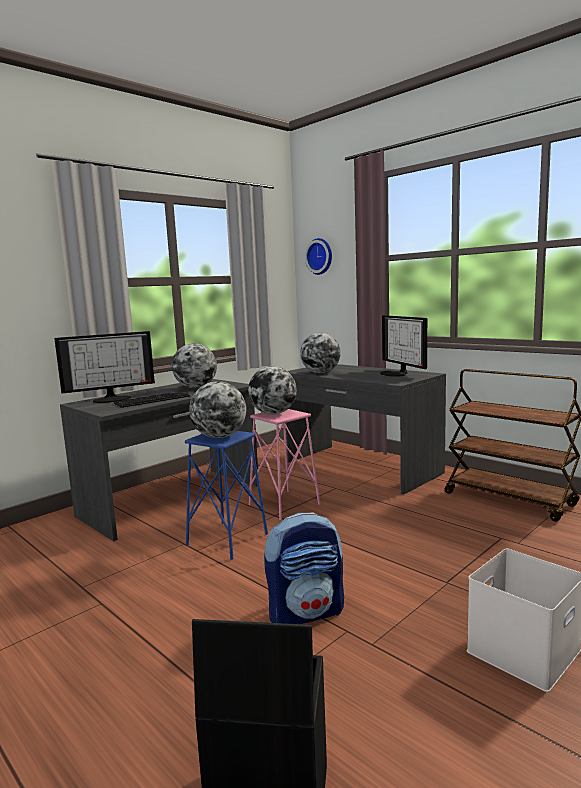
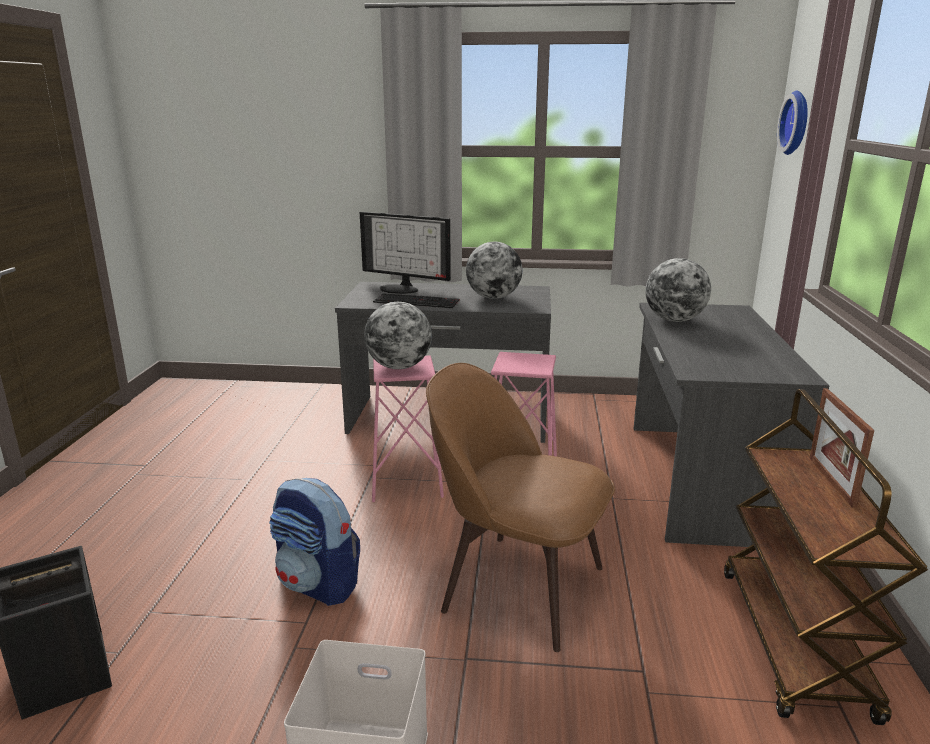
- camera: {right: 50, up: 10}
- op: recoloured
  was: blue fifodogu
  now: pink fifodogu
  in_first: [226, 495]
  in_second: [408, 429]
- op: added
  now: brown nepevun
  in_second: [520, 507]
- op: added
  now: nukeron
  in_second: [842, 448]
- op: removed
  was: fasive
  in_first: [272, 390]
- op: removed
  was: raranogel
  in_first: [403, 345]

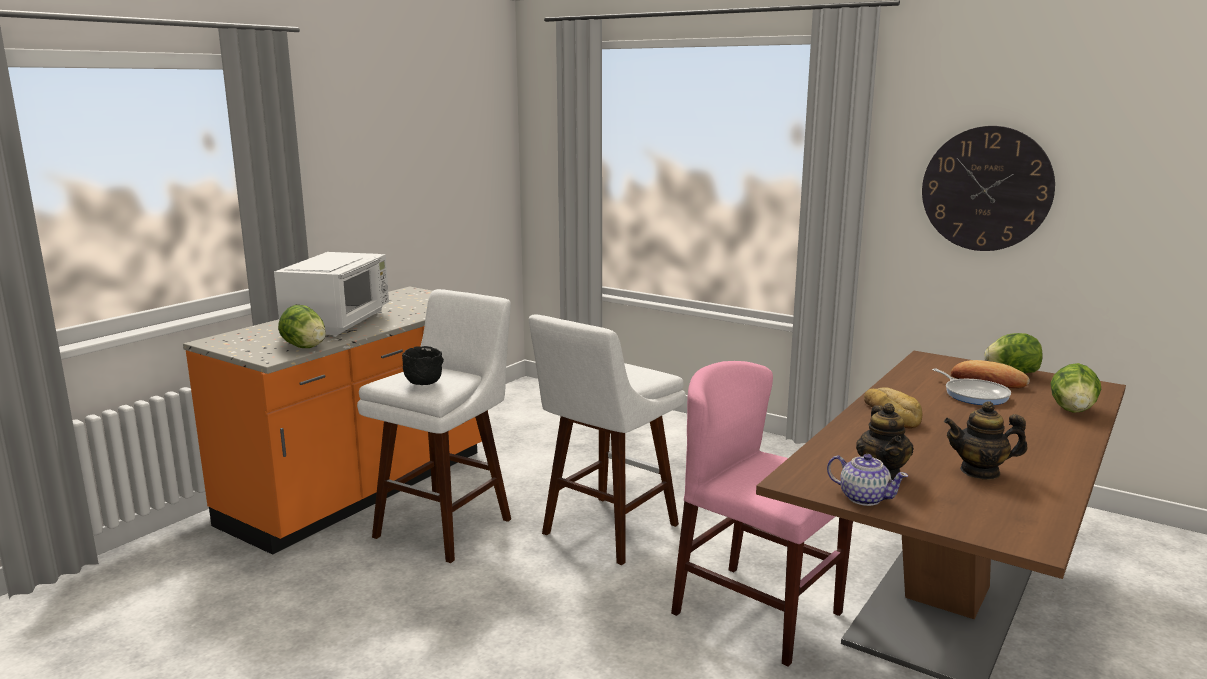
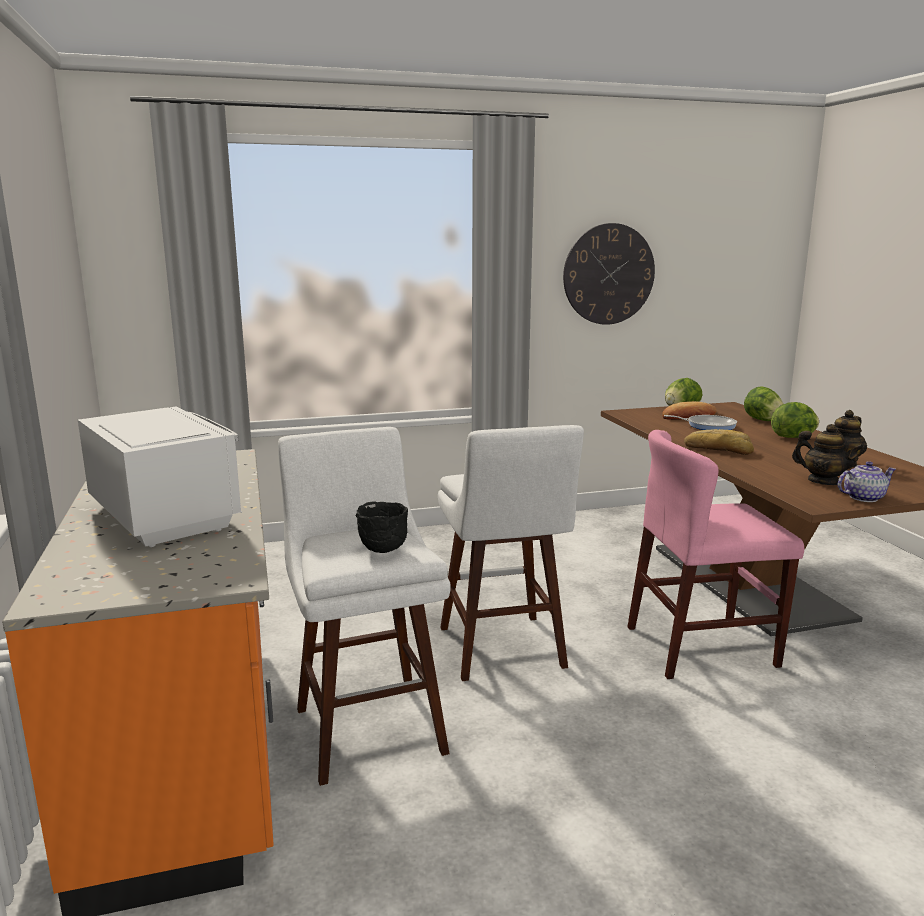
- camera: {right: -50, up: 0}
- op: moved
  was: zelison
  in_first: [302, 326]
  in_second: [795, 420]

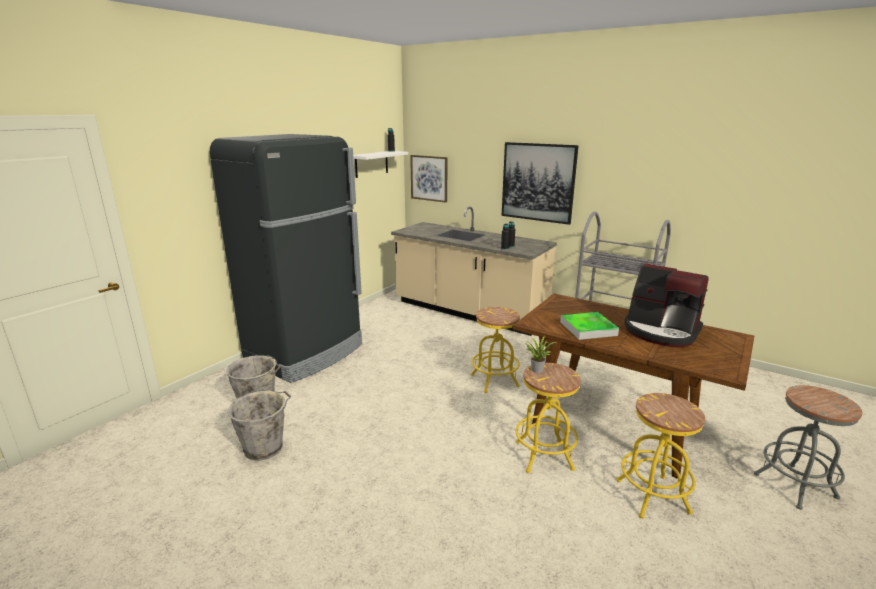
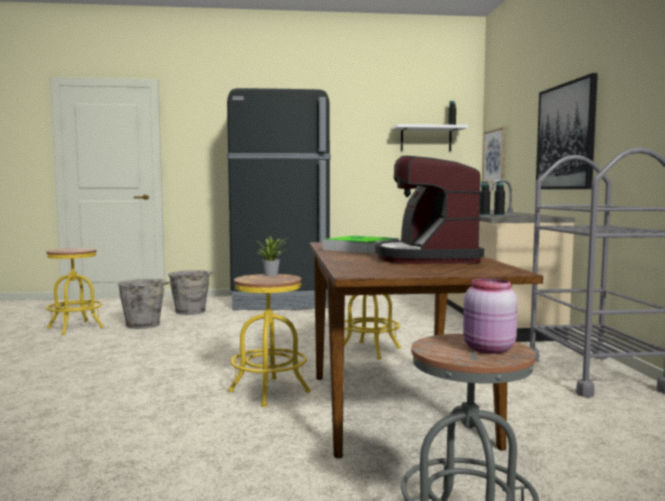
- camera: {right: 50, up: -15}
- op: moved
  was: yellow fifodogu
  in_first: [660, 456]
  in_second: [75, 291]
- op: added
  now: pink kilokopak
  in_second: [490, 316]

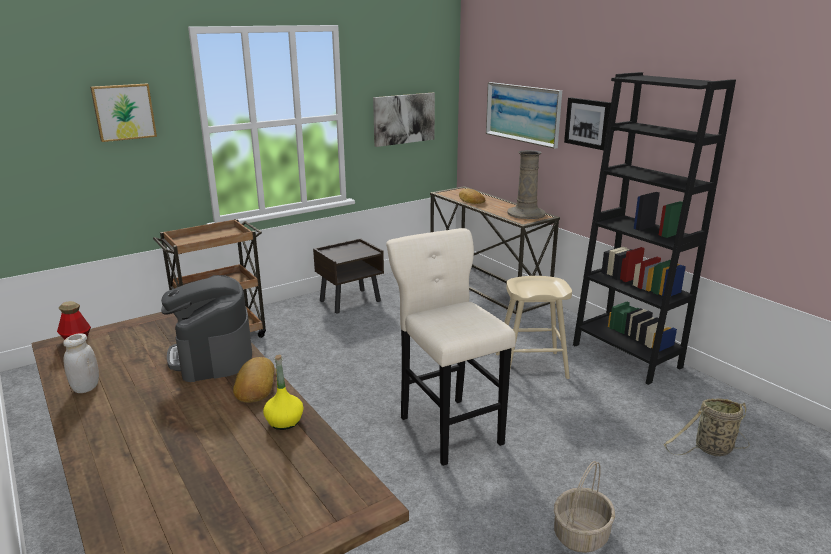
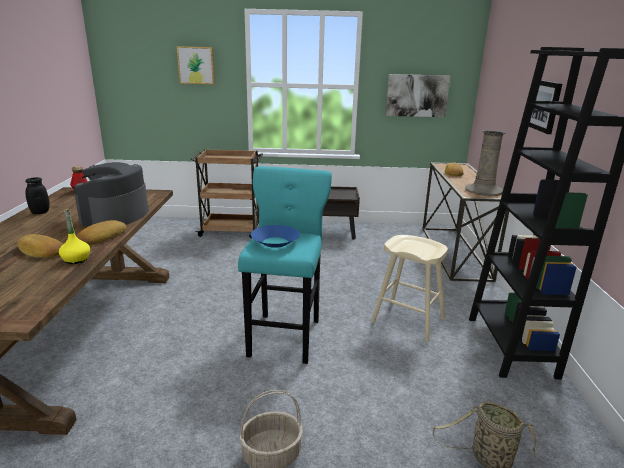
- camera: {right: 35, up: 0}
- op: added
  now: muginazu
  in_second: [40, 246]
- op: recoloured
  was: white kilokopak
  now: black kilokopak
  in_first: [81, 363]
  in_second: [37, 195]
- op: recoloured
  was: beige fifodogu
  now: turquoise fifodogu
  in_first: [451, 347]
  in_second: [285, 265]
- op: added
  now: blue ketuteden
  in_second: [275, 236]
- op: removed
  was: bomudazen
  in_first: [524, 115]

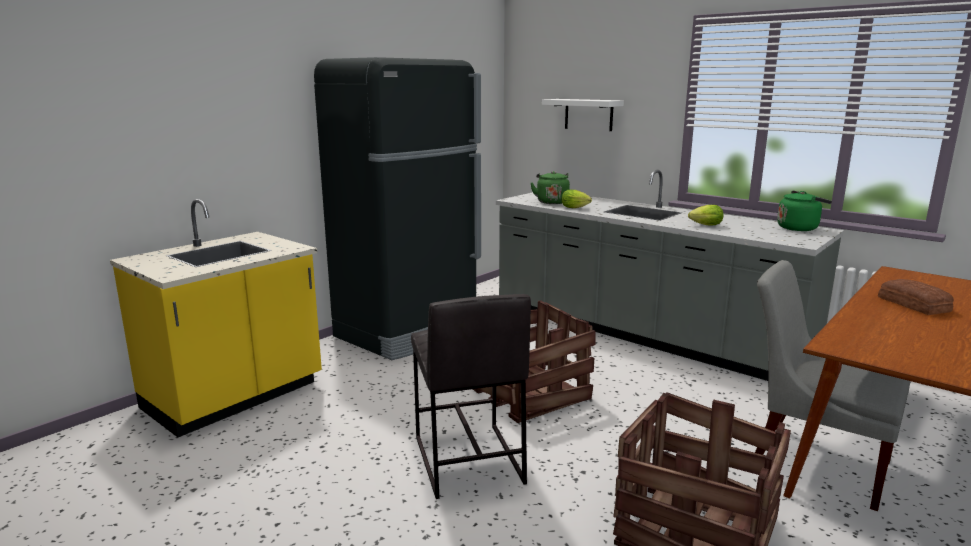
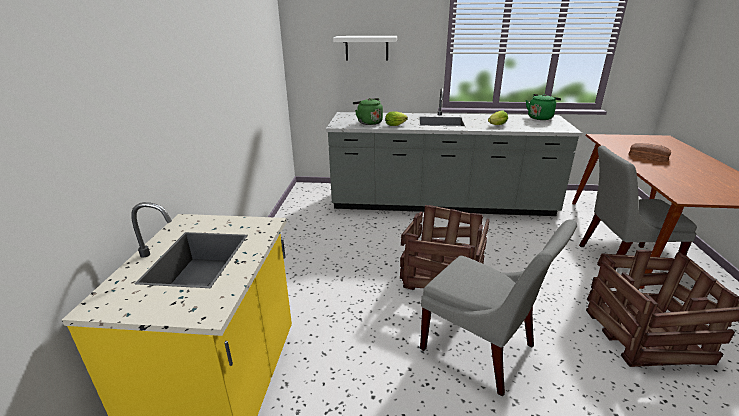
- camera: {right: -35, up: 10}
- op: replaced
  was: grey fifodogu
  now: grey nepevun
  in_first: [471, 396]
  in_second: [498, 307]
- op: removed
  was: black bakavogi
  in_first: [397, 208]

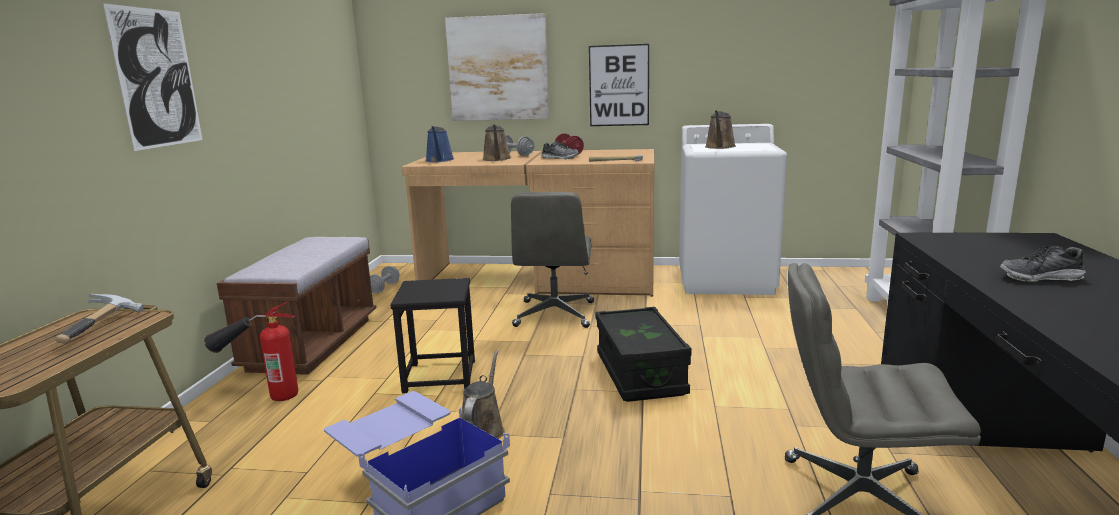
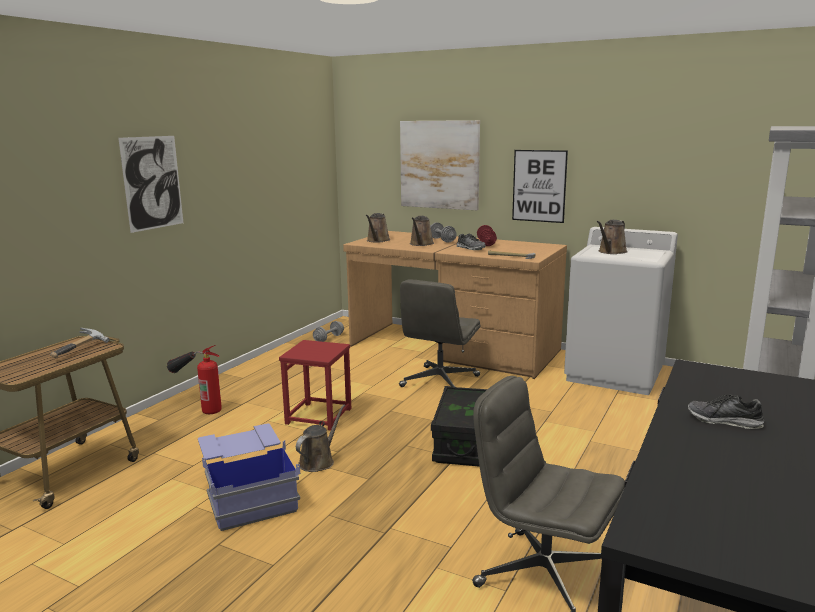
- camera: {right: 20, up: 0}
- op: recoloured
  was: black fifodogu
  now: red fifodogu
  in_first: [432, 336]
  in_second: [315, 385]
- op: recoloured
  was: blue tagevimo
  now: brown tagevimo
  in_first: [439, 144]
  in_second: [378, 228]
- op: removed
  was: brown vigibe
  in_first: [296, 306]

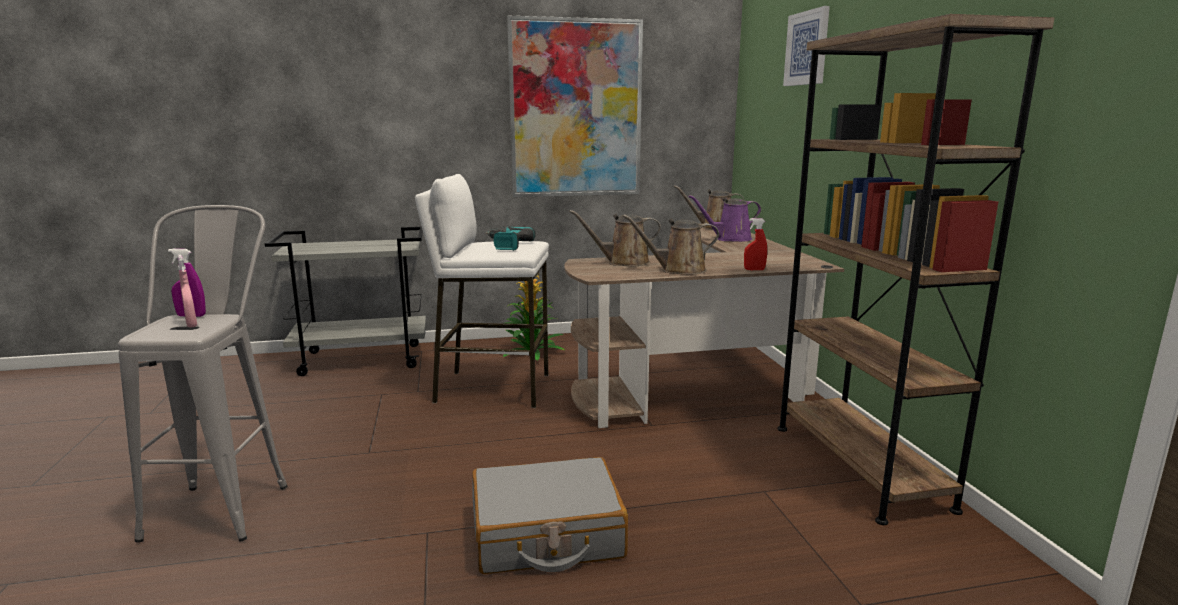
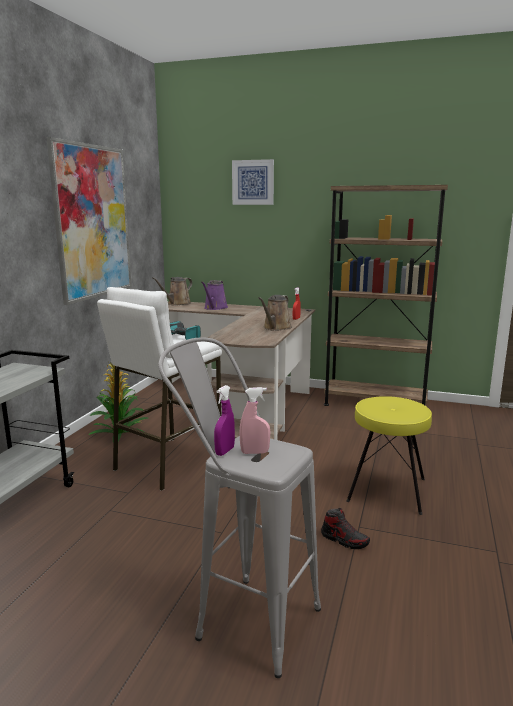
- camera: {right: -60, up: 0}
- op: added
  now: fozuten
  in_second: [345, 528]
- op: replaced
  was: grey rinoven
  now: yellow fifodogu
  in_first: [550, 515]
  in_second: [389, 455]
- op: removed
  was: brown tagevimo
  in_first: [615, 238]

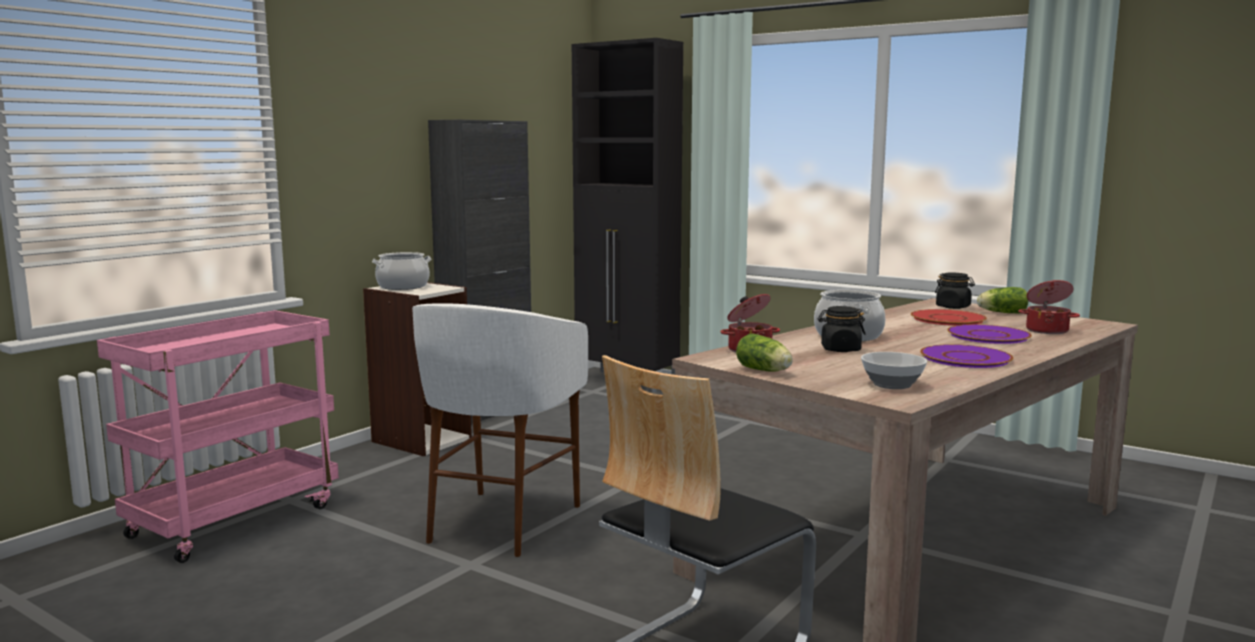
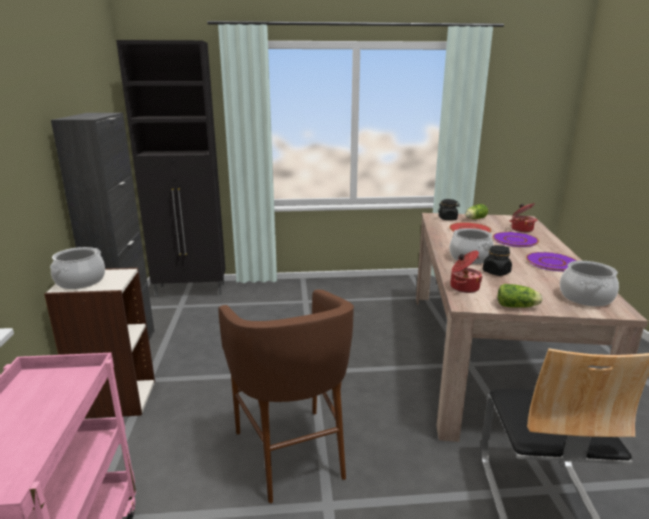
- camera: {right: -40, up: 10}
- op: recoloured
  was: white fifodogu
  now: brown fifodogu
  in_first: [500, 430]
  in_second: [286, 396]
- op: replaced
  was: ketuteden
  now: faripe
  in_first: [894, 370]
  in_second: [589, 283]

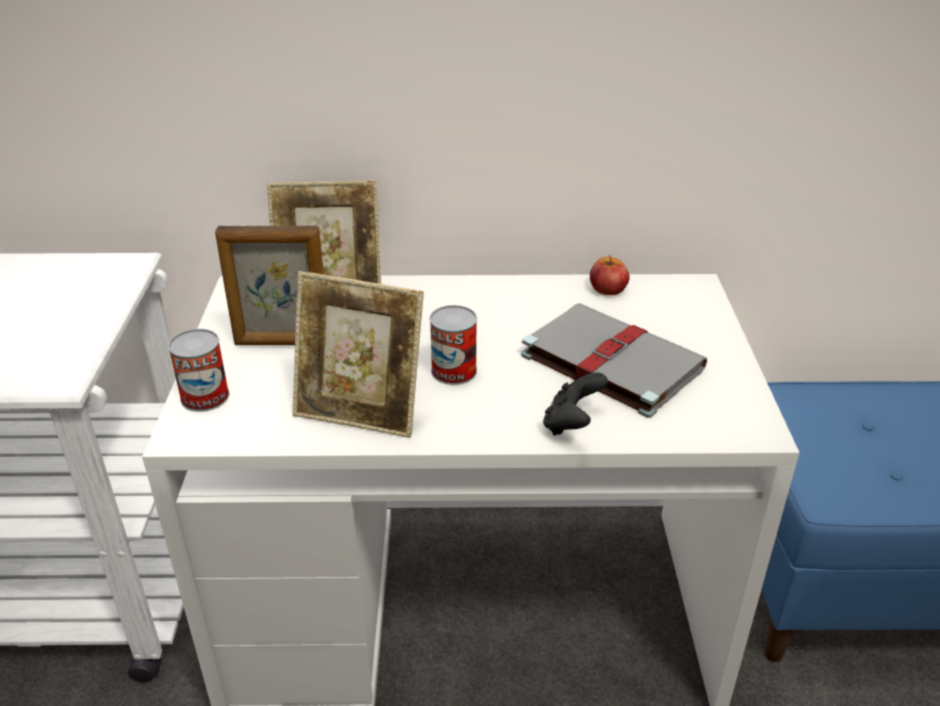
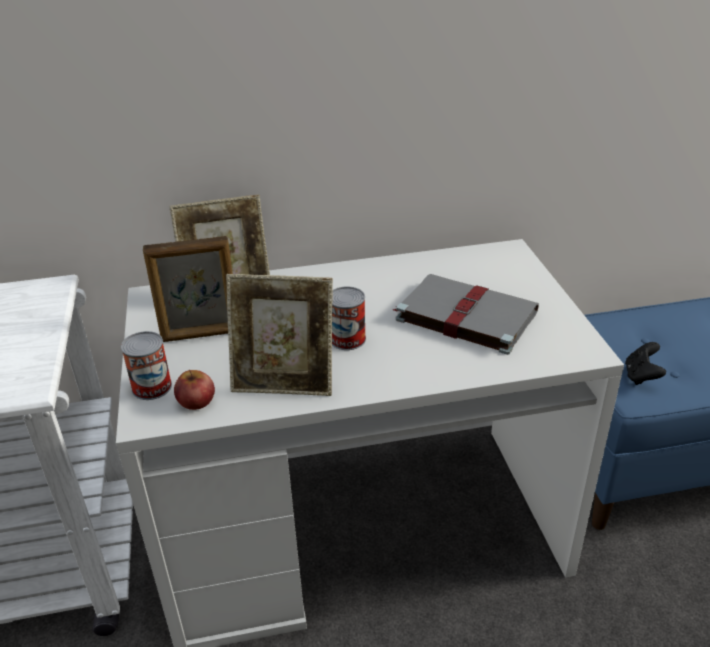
- camera: {right: -10, up: 0}
- op: moved
  was: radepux
  in_first: [610, 274]
  in_second: [194, 389]
- op: moved
  was: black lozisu
  in_first: [575, 403]
  in_second: [645, 363]

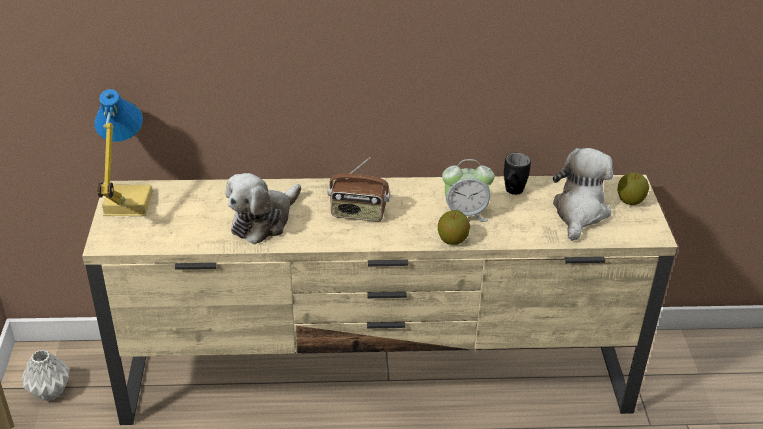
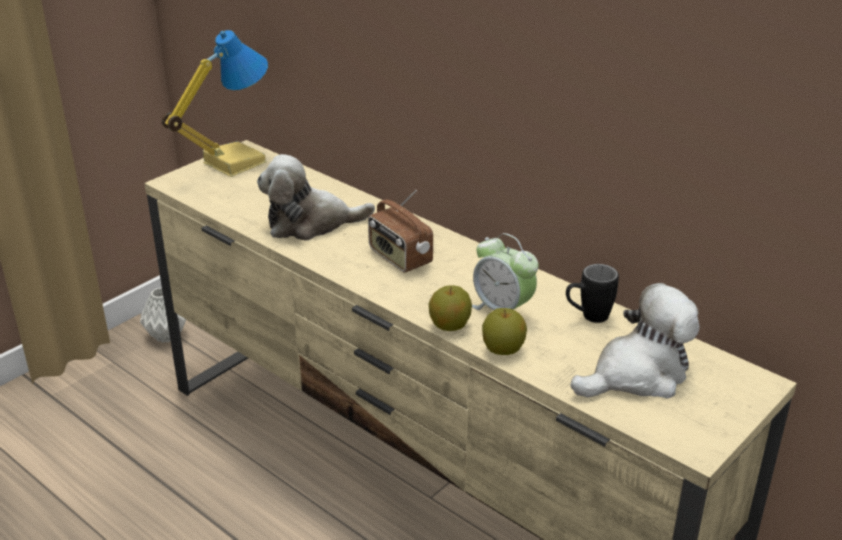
- camera: {right: 45, up: -5}
- op: moved
  was: radepux
  in_first: [633, 188]
  in_second: [504, 331]

